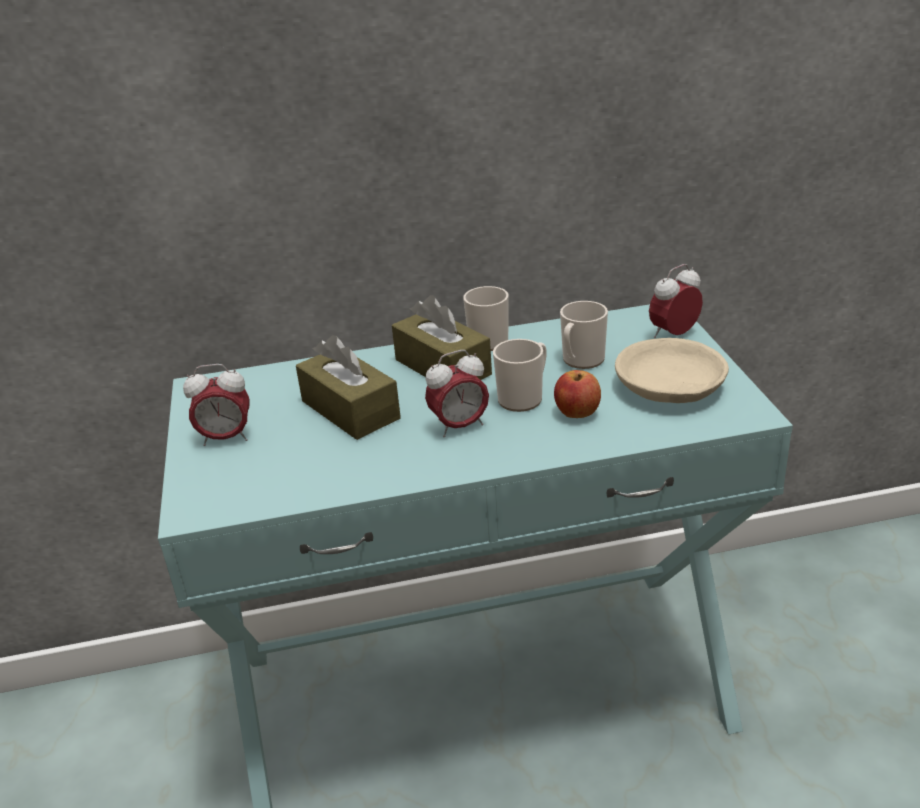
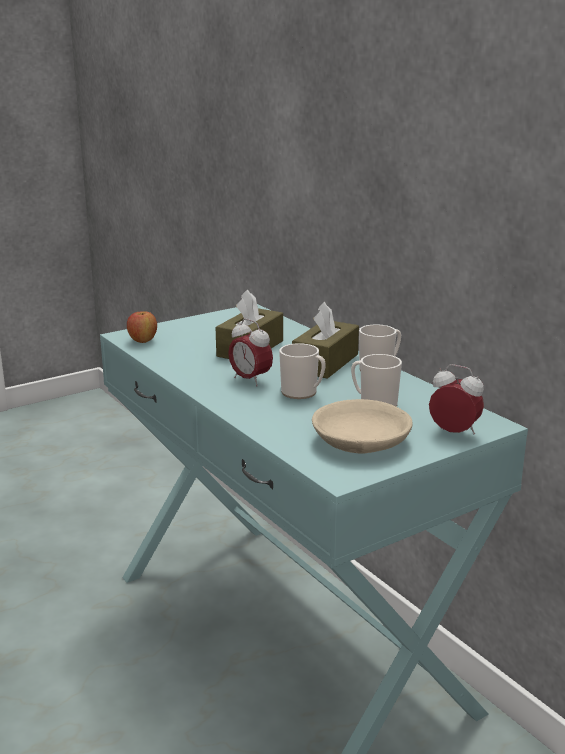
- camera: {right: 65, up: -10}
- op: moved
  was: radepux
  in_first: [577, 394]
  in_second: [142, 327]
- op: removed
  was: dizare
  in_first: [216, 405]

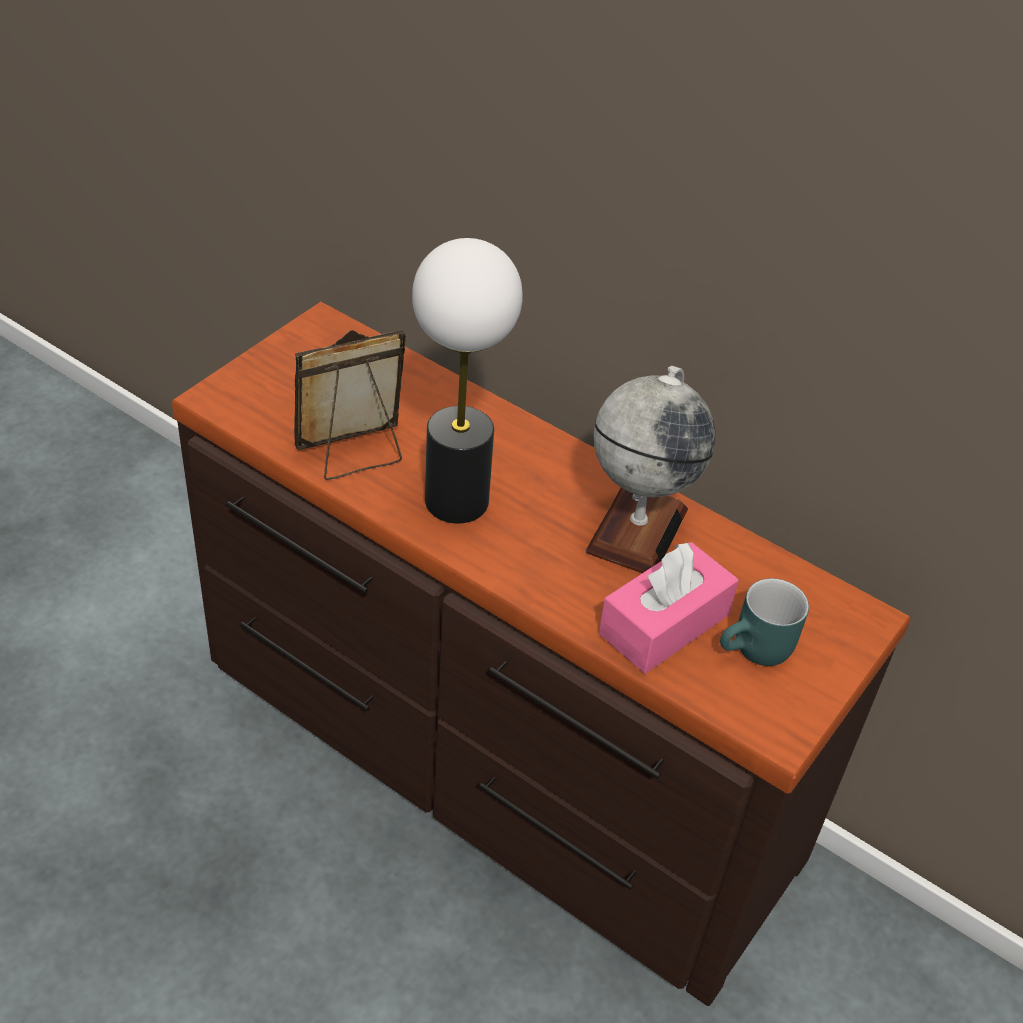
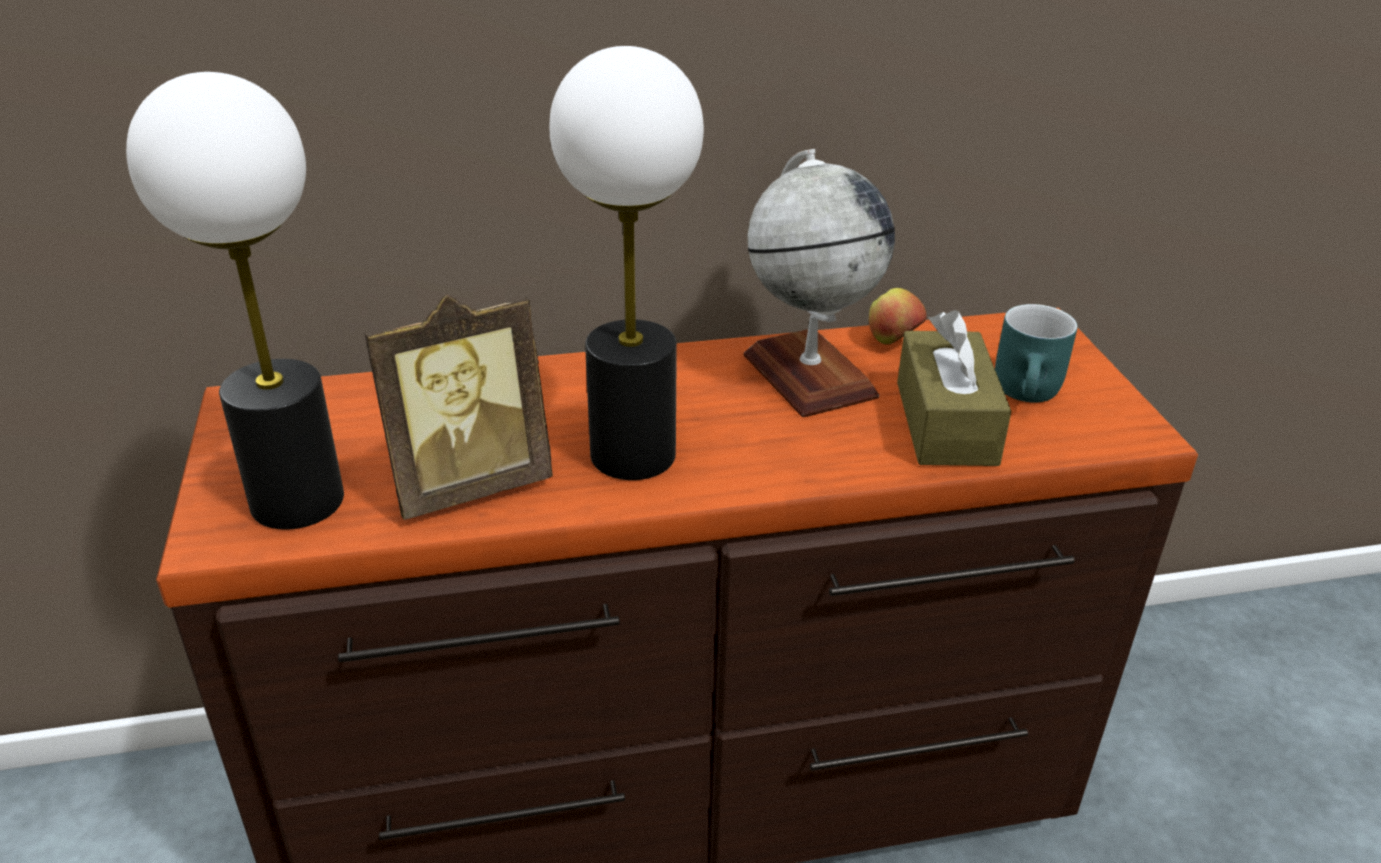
- camera: {right: -45, up: -10}
- op: added
  now: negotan
  in_second: [235, 301]
- op: turned
  was: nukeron
  in_first: [350, 405]
  in_second: [459, 407]
  clockwise: -135
- op: added
  now: radepux
  in_second: [898, 316]
- op: recoloured
  was: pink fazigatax
  now: brown fazigatax
  in_first: [669, 608]
  in_second: [954, 388]

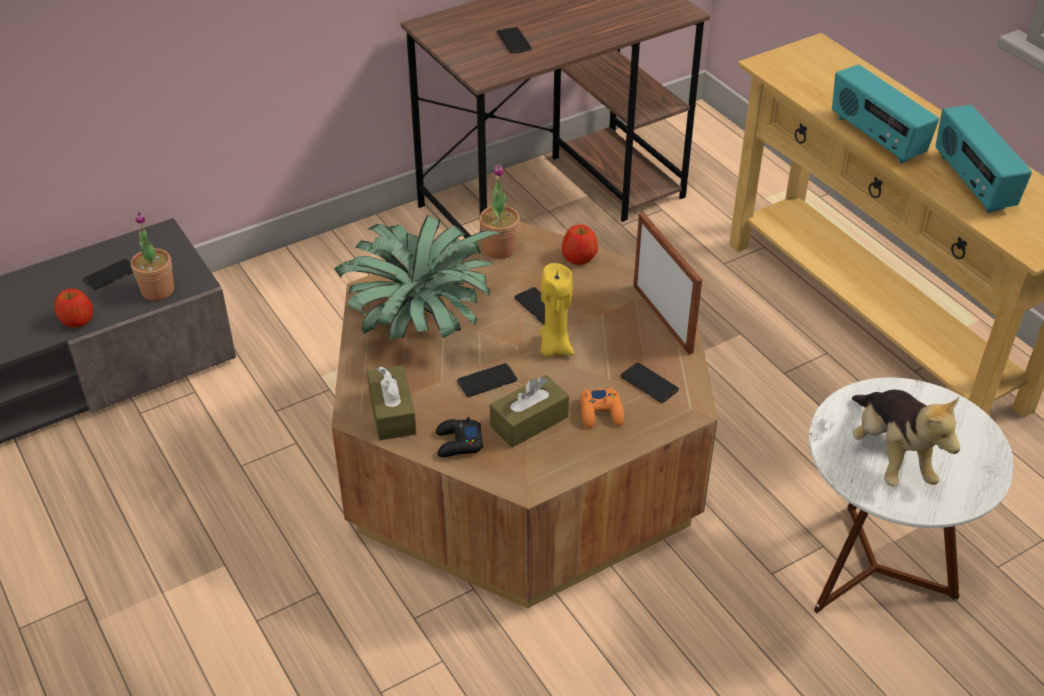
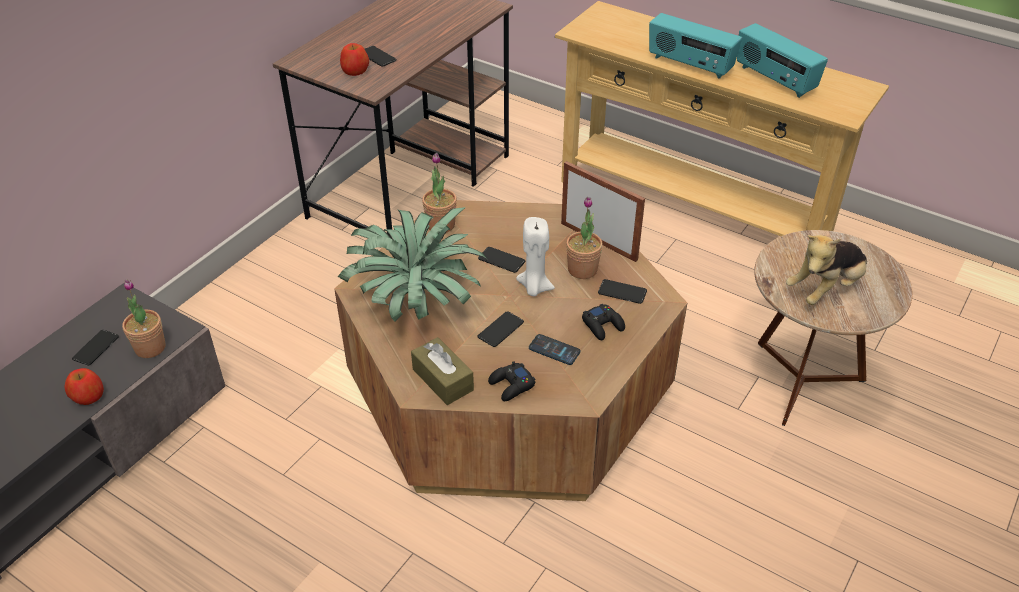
- camera: {right: -25, up: 0}
- op: moved
  was: radepux
  in_first: [580, 244]
  in_second: [354, 59]
- op: recoloured
  was: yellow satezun
  now: white satezun
  in_first: [556, 310]
  in_second: [535, 256]
- op: replaced
  was: brown fazigatax
  now: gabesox
  in_first: [529, 411]
  in_second: [554, 349]
- op: added
  now: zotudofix
  in_second: [584, 238]
- op: recoloured
  was: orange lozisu
  now: black lozisu
  in_first: [602, 408]
  in_second: [603, 322]
- op: recoloured
  was: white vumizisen
  now: brown vumizisen
  in_first: [911, 495]
  in_second: [833, 328]
- op: turned
  was: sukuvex
  in_first: [906, 438]
  in_second: [826, 270]
  clockwise: 90

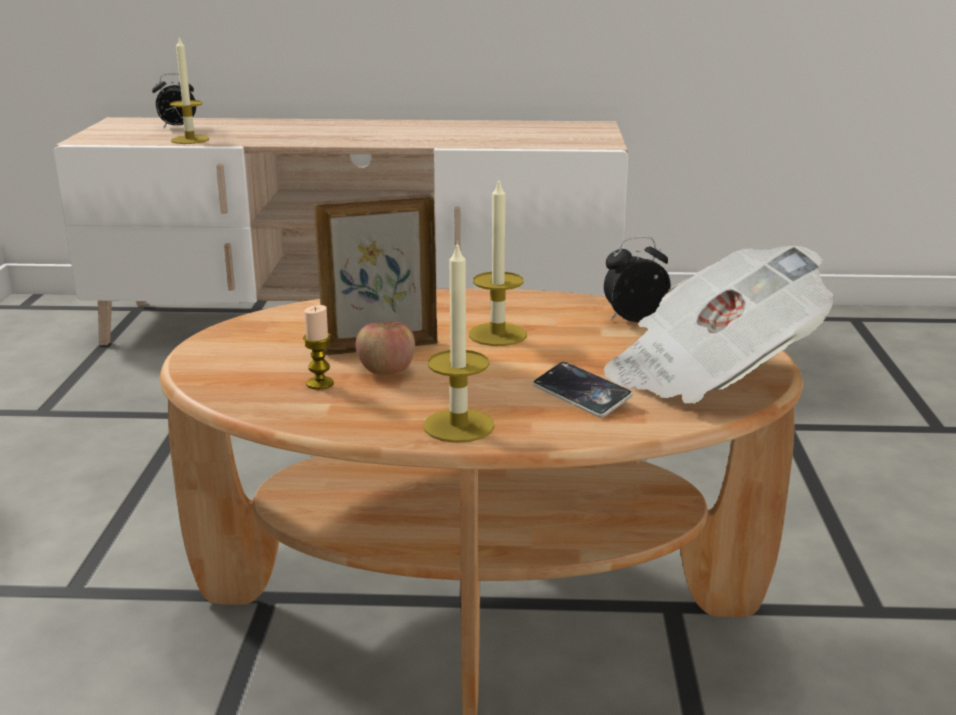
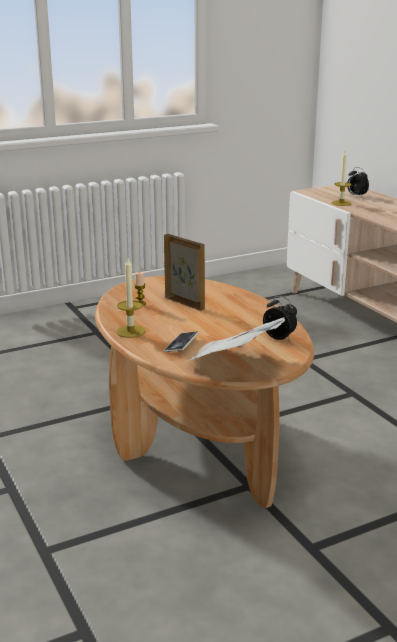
- camera: {right: 60, up: 0}
- op: removed
  was: radepux
  in_first: [385, 348]
- op: removed
  was: satezun
  in_first: [498, 263]

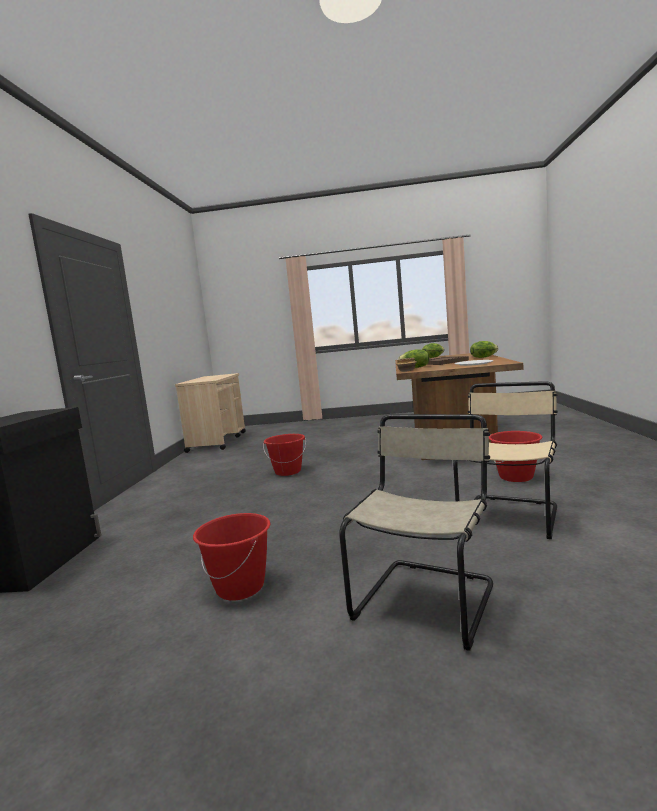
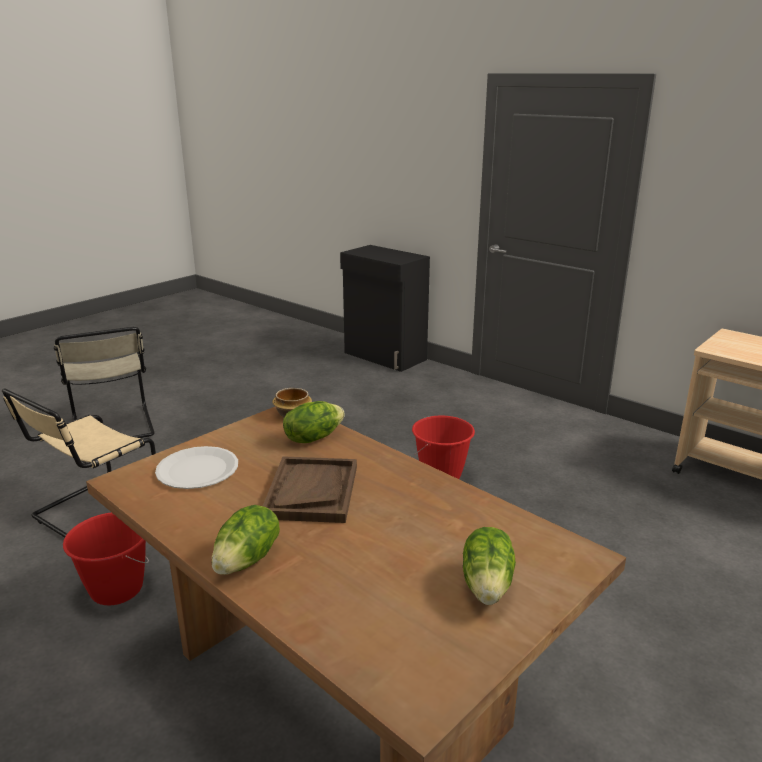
- camera: {right: 125, up: 15}
- op: turned
  was: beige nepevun
  in_first: [505, 460]
  in_second: [79, 463]
  clockwise: 60
- op: removed
  was: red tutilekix
  in_first: [231, 557]

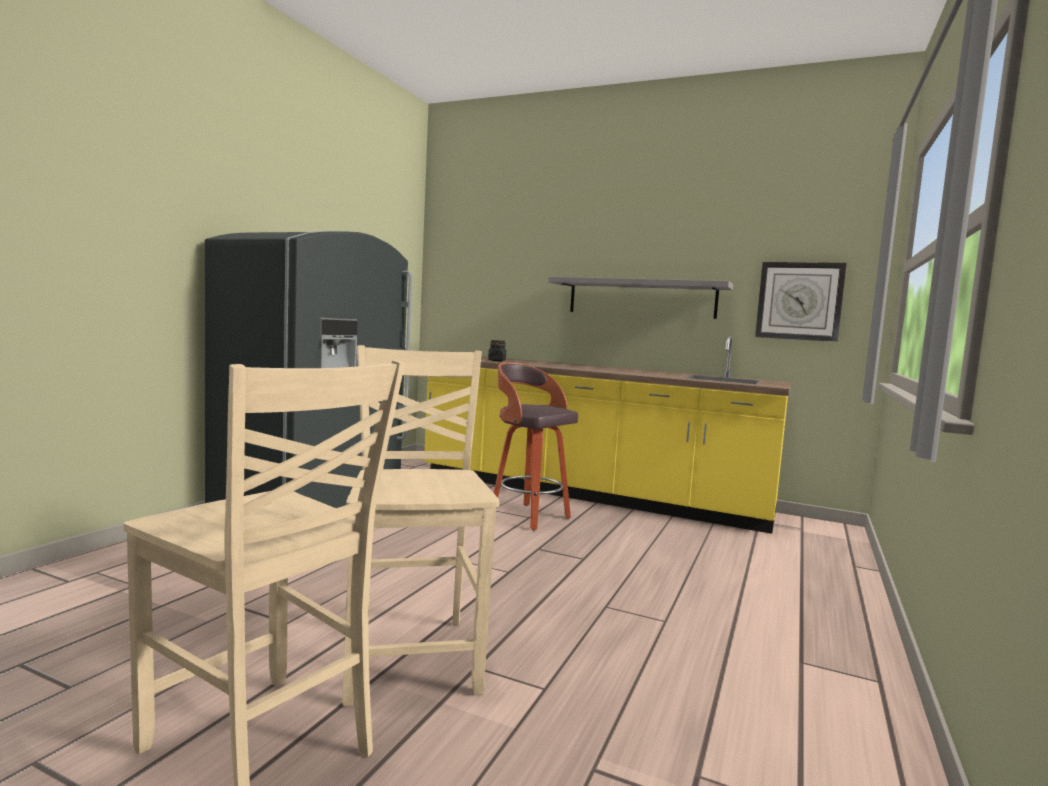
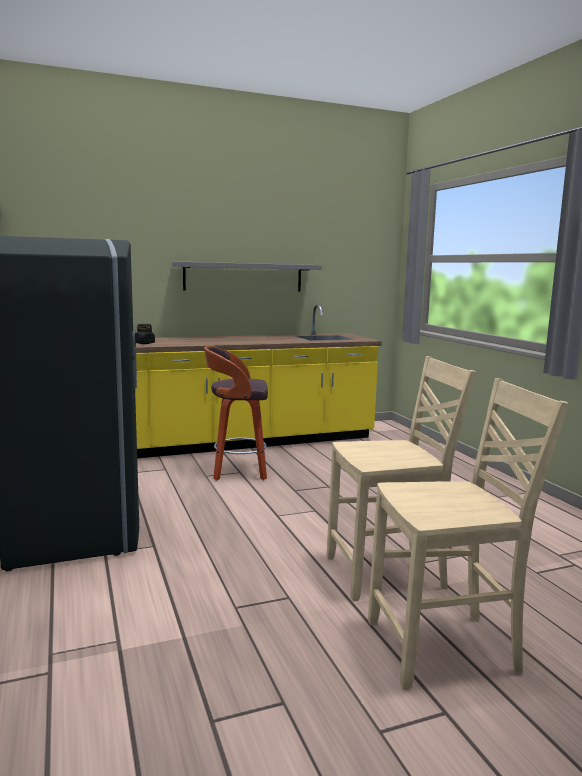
- camera: {right: -45, up: 5}
- op: turned
  was: beige nepevun
  in_first: [420, 525]
  in_second: [401, 478]
  clockwise: 135
- op: removed
  was: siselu
  in_first: [800, 302]

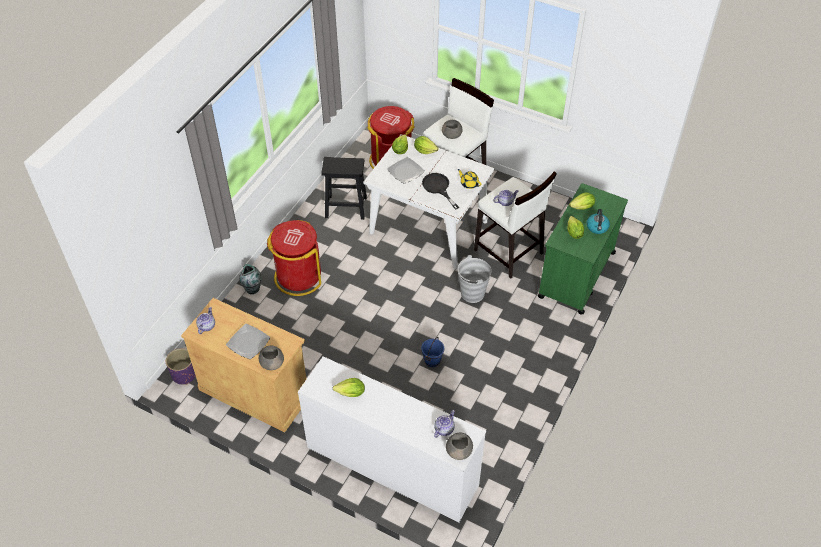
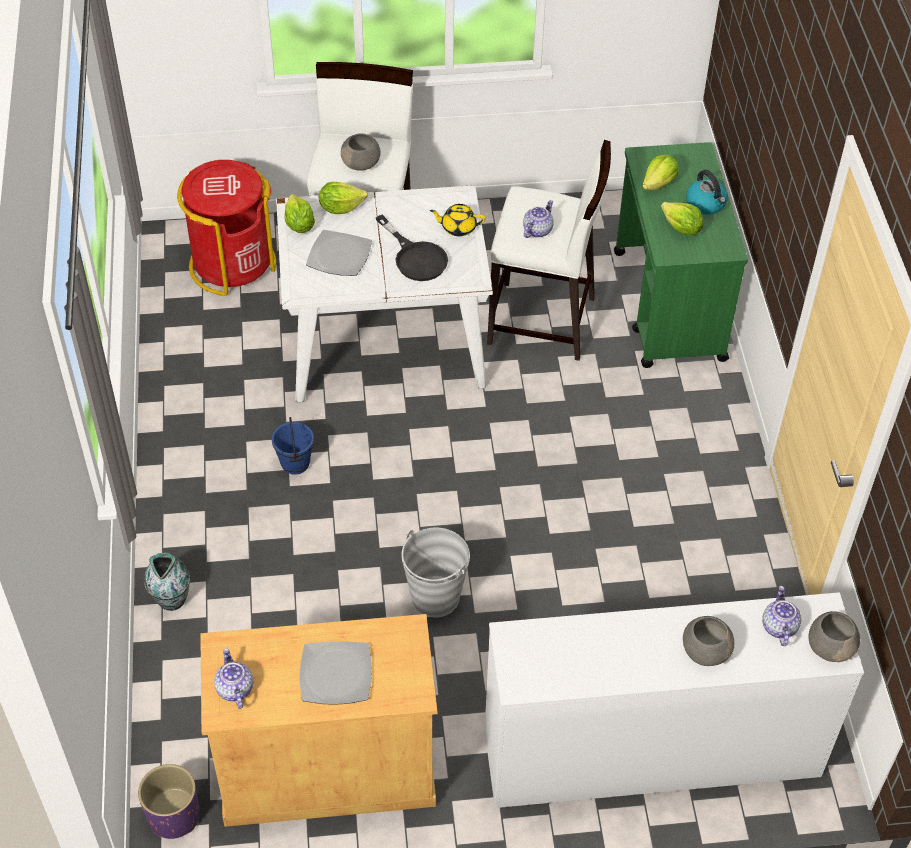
- camera: {right: -35, up: 0}
- op: moved
  was: blue tutilekix
  in_first: [432, 352]
  in_second: [293, 446]
- op: turned
  was: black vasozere
  in_first: [440, 191]
  in_second: [412, 247]
  clockwise: -150
- op: moved
  was: grey tutilekix
  in_first: [474, 279]
  in_second: [436, 572]
- op: moved
  was: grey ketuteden
  in_first: [271, 357]
  in_second: [709, 641]
- op: removed
  was: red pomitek
  in_first: [294, 258]
- op: removed
  was: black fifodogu
  in_first: [344, 188]
- op: removed
  was: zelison
  in_first: [349, 387]

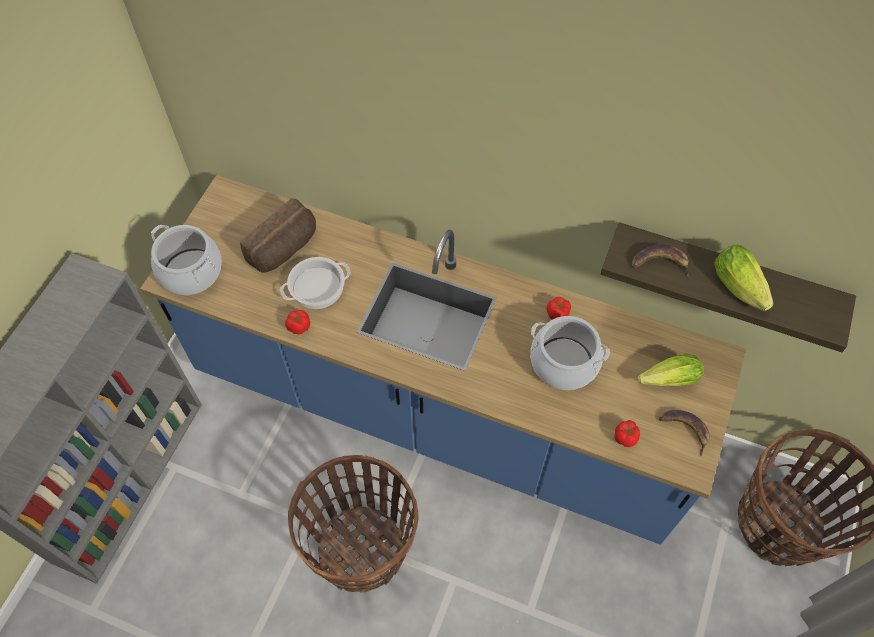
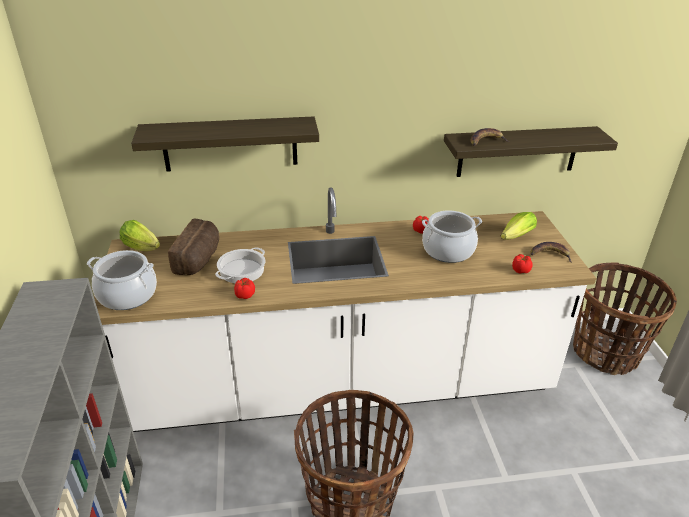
- camera: {right: -30, up: -25}
- op: recoloured
  was: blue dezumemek
  now: white dezumemek
  in_first: [443, 360]
  in_second: [345, 309]
- op: moved
  was: zelison
  in_first: [744, 278]
  in_second: [140, 235]
- op: added
  now: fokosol
  in_second: [225, 144]

